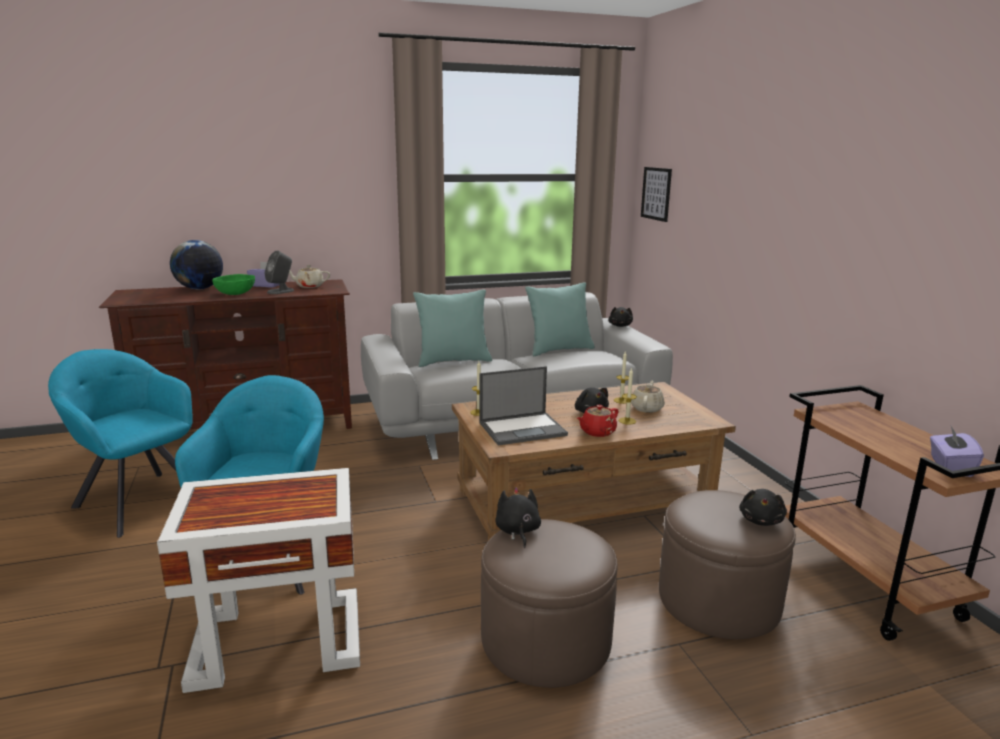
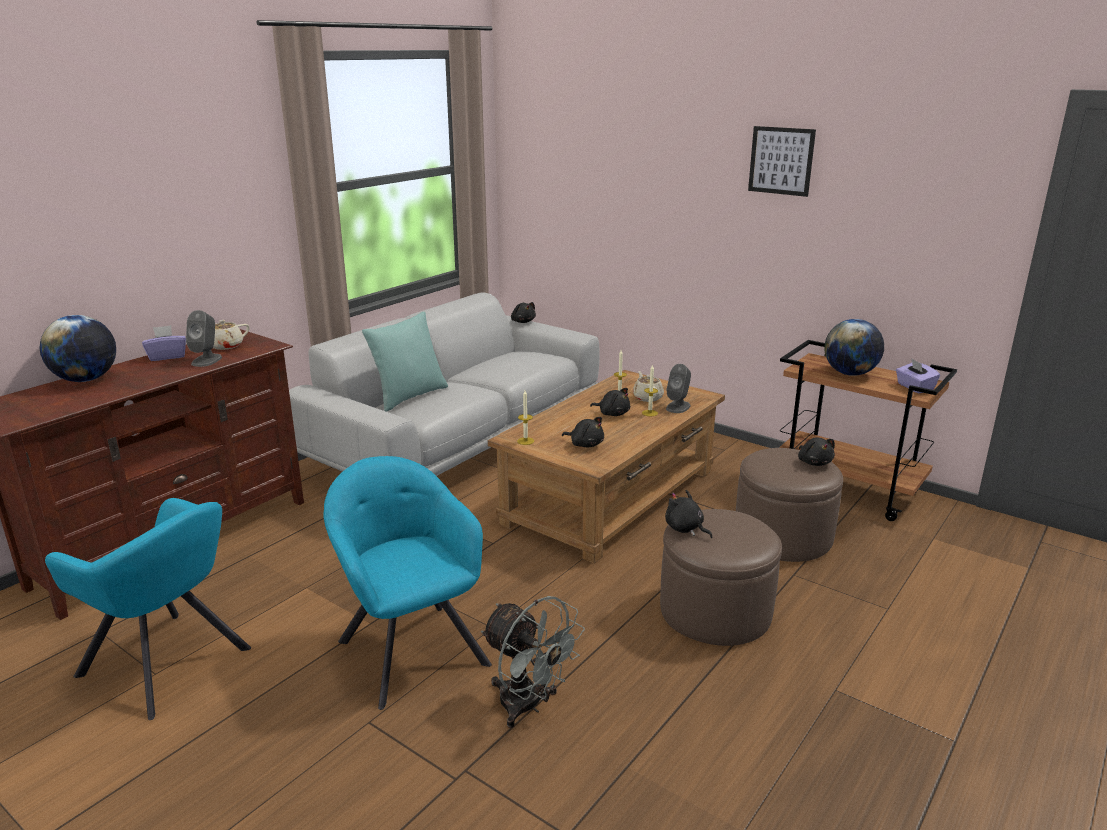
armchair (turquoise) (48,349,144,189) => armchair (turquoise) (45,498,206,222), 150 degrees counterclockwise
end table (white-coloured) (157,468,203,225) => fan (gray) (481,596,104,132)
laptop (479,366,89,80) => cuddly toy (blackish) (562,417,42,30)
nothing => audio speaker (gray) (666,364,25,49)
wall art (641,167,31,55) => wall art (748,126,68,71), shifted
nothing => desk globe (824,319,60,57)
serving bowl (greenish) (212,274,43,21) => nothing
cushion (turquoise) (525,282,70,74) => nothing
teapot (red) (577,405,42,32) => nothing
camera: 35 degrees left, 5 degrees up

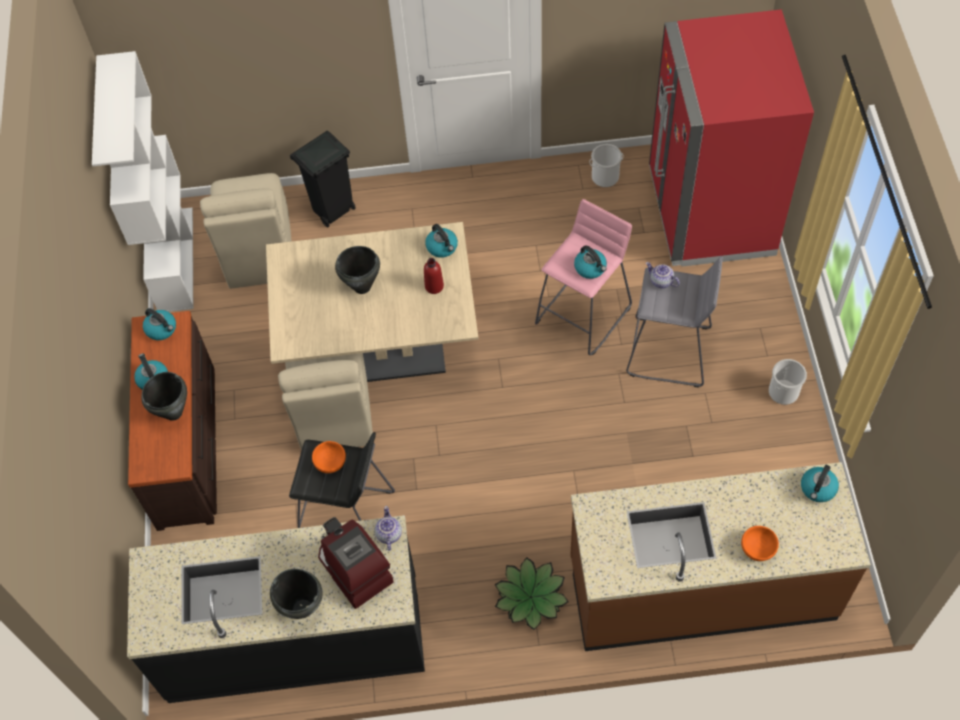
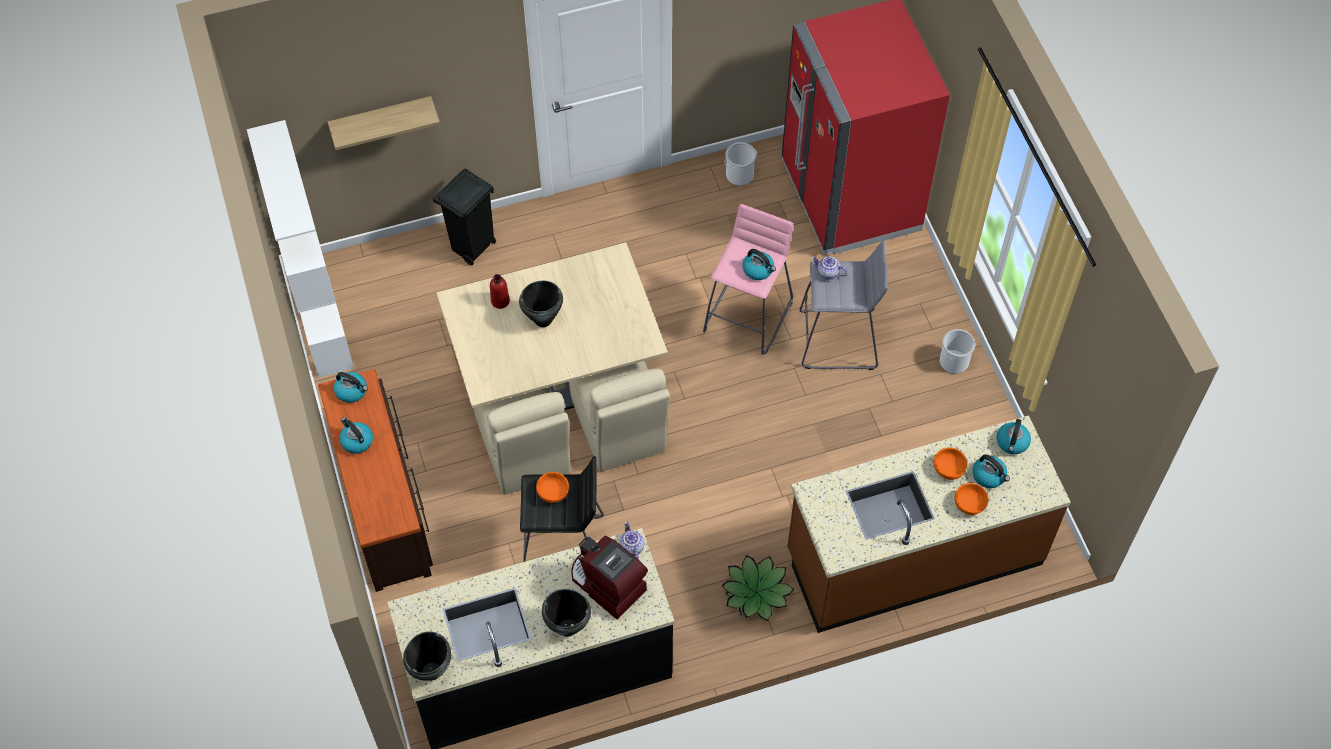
nothing => bracket shelf (328,96,112,54)
stockpot (blackish) (141,372,46,49) => stockpot (blackish) (403,631,48,50), shifted
bottle (red) (424,258,20,36) => bottle (red) (490,274,20,35), shifted
chair (beige-coloured) (200,173,92,116) => chair (beige-coloured) (569,361,101,111), shifted
nothing => serving bowl (orange-coloured) (934,447,33,33)
water kettle (425,224,33,34) => water kettle (972,454,38,34), shifted
camera: 15 degrees left, 0 degrees up

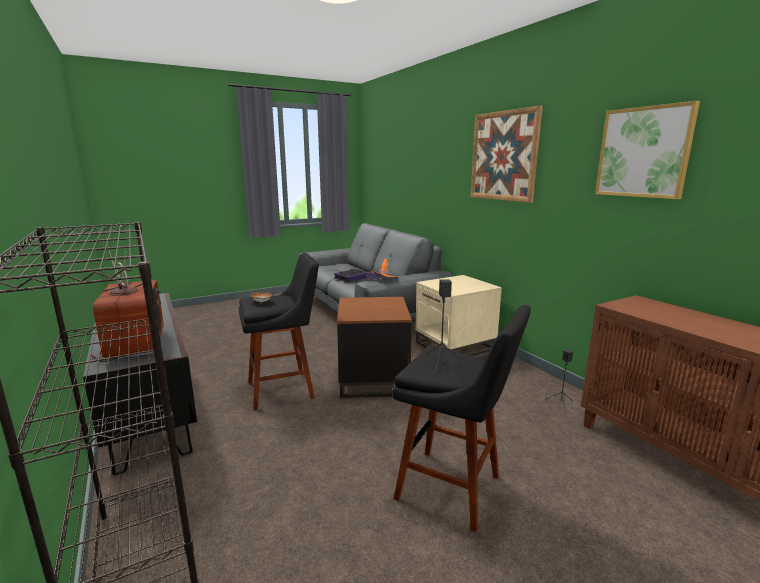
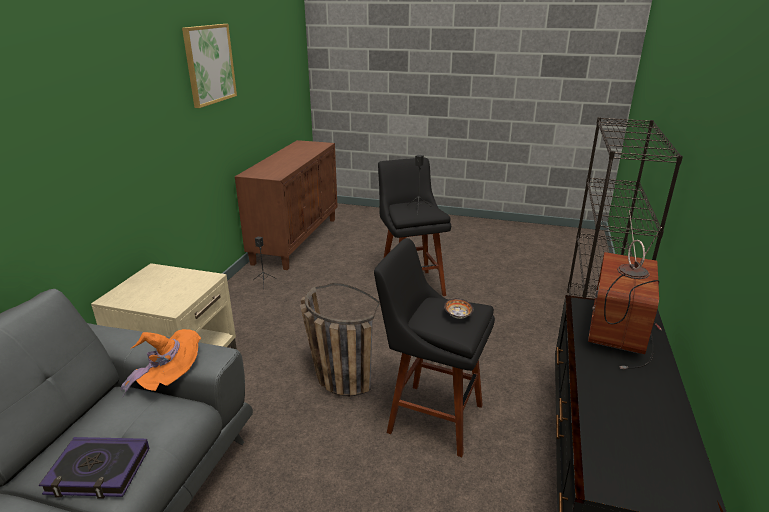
end table (brown) (337,297,75,101) => storage basket (300,283,80,113)
wall art (471,106,72,97) => nothing
camera: 135 degrees left, 10 degrees up

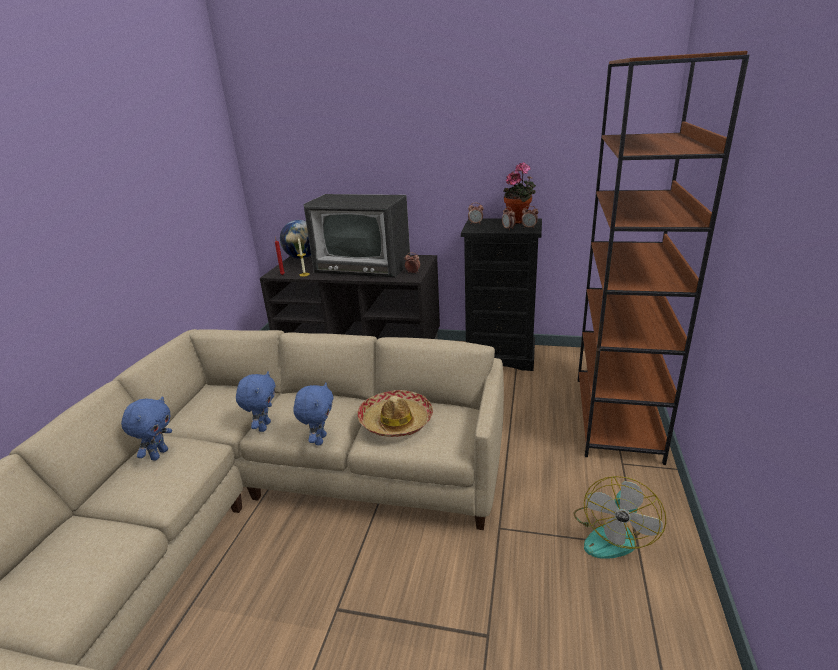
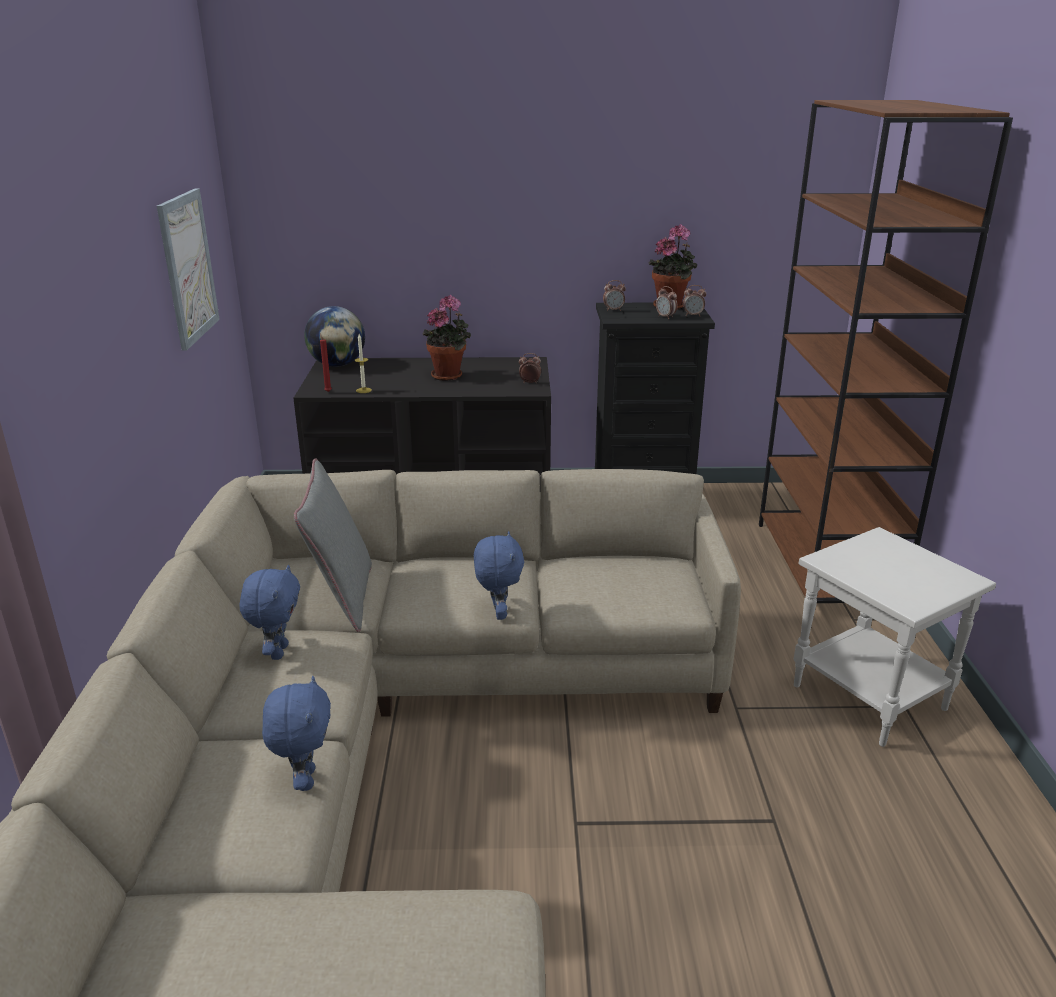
nothing => wall art (157,188,63,163)
cuddly toy (blue-coloured) (236,371,40,61) => cuddly toy (blue-coloured) (262,676,69,115), shifted
nothing => cushion (gray) (294,458,78,174)
TV set (304,194,106,83) => plant in a pot (422,295,49,86)
fan (574,476,92,83) => end table (white-coloured) (793,527,203,220)
wearable hat (357,390,76,47) => nothing
camera: 15 degrees left, 0 degrees up

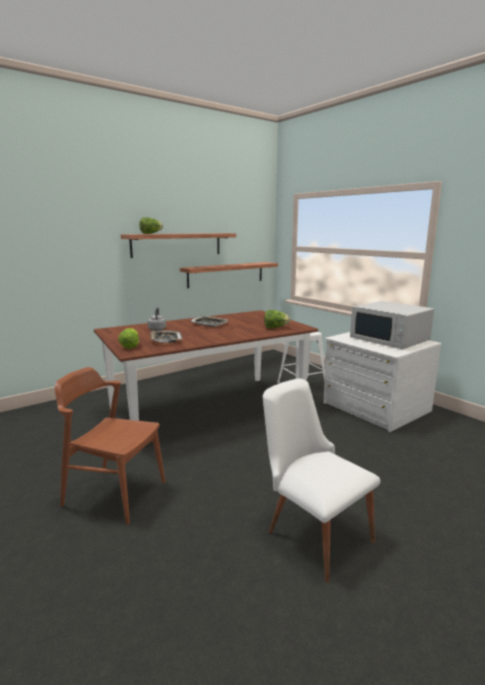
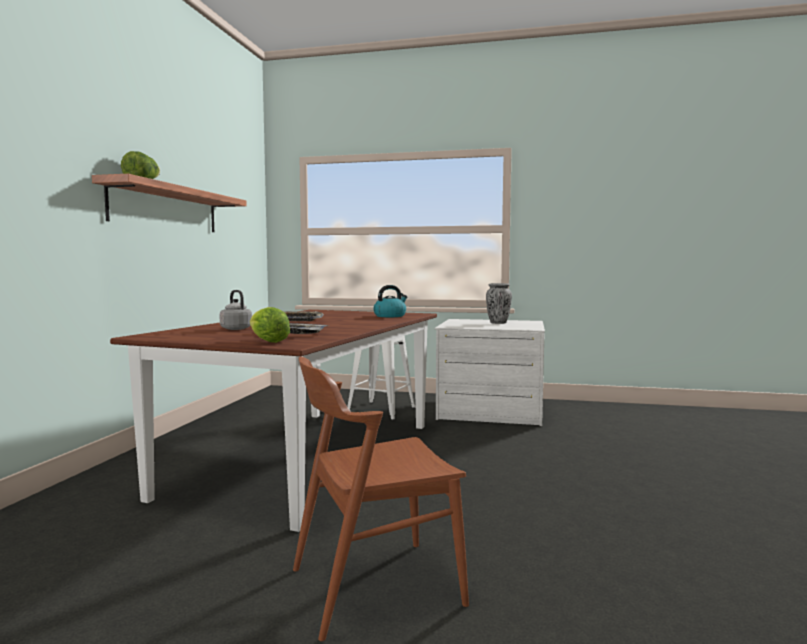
head of lettuce (264,310,26,18) => water kettle (373,285,34,32)
microwave oven (white-coloured) (350,301,84,48) => flower vase (486,283,26,41)
bracket shelf (180,262,98,26) => nothing
chair (white-coloured) (263,379,117,204) => nothing
camera: 40 degrees left, 10 degrees down

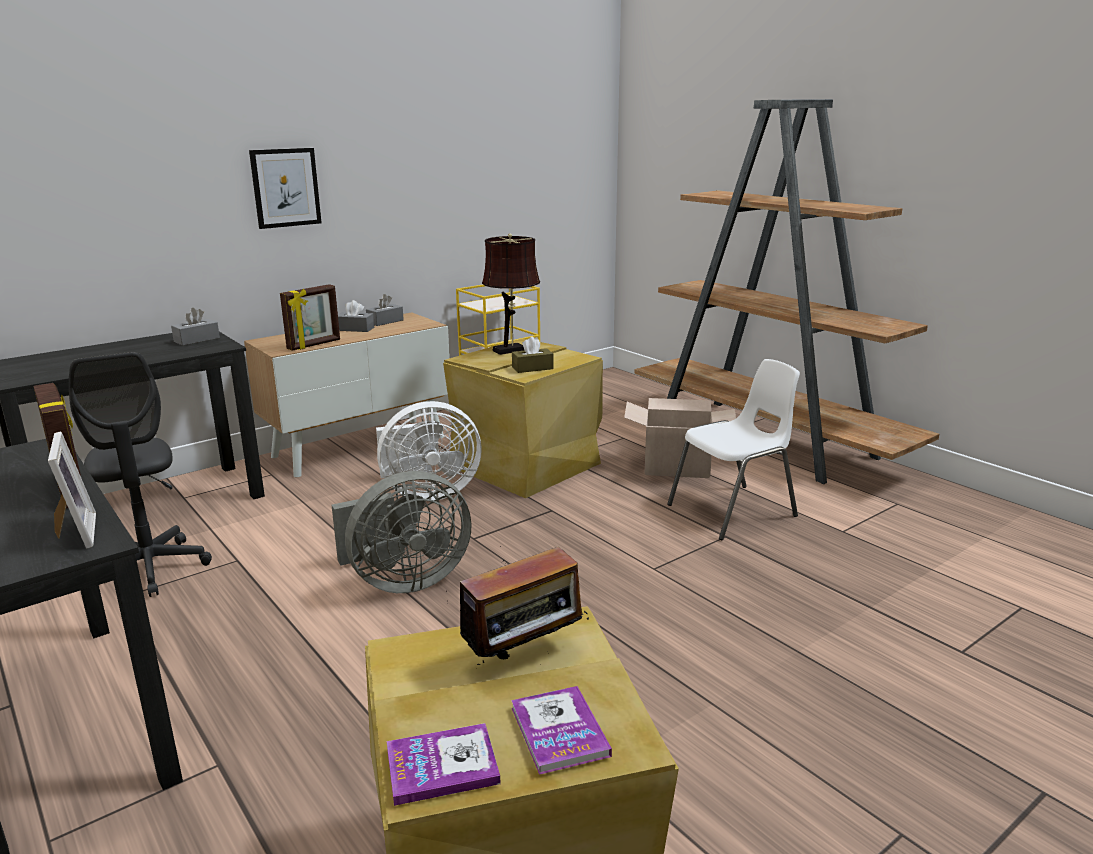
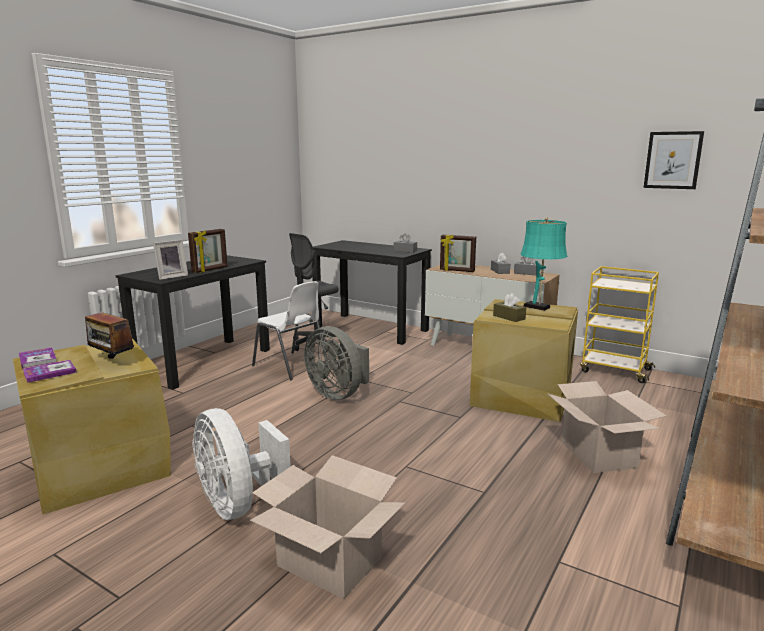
fan (white-coloured) (376,401,106,99) => fan (white-coloured) (193,408,98,112), shifted
nothing => cardboard box (250,455,155,144)
chair (white-coloured) (667,359,133,181) => chair (white-coloured) (252,281,76,100), shifted
tabletop lamp (brown) (482,233,58,122) => tabletop lamp (turquoise) (521,217,46,94)
wall art (249,148,73,81) => wall art (643,131,61,58), shifted
camera: 70 degrees right, 5 degrees down

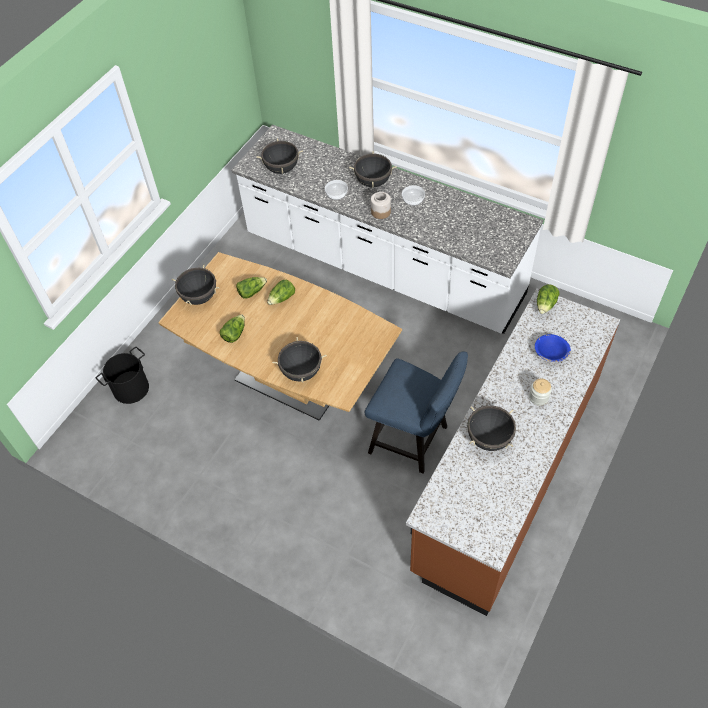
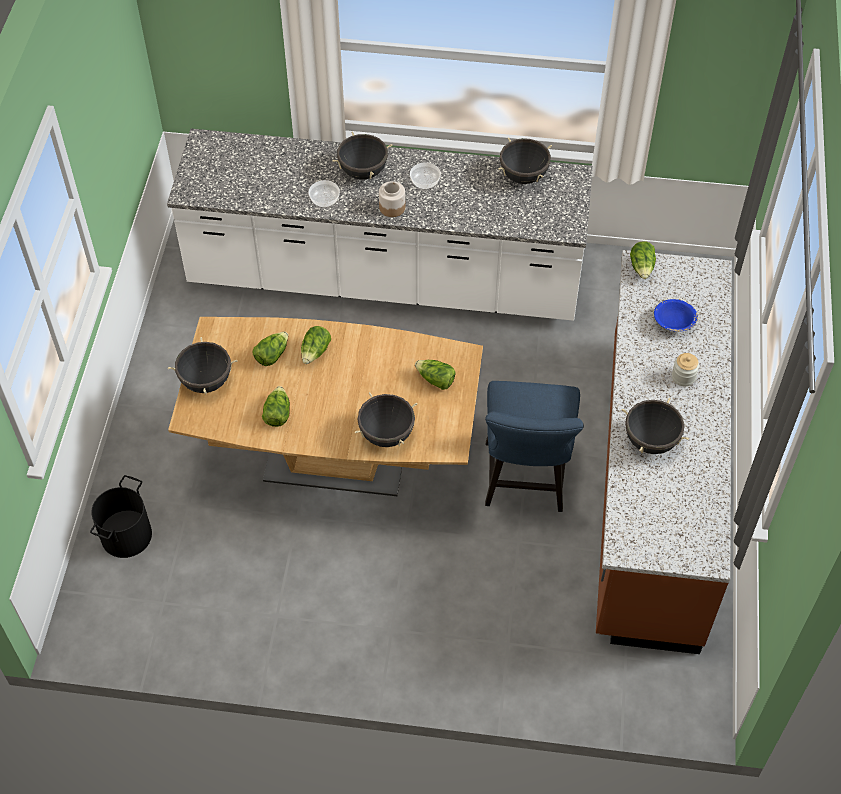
nothing => head of lettuce (415,360,40,30)
chair (blue-coloured) (365,352,103,121) => chair (blue-coloured) (485,381,99,131), 90 degrees clockwise
stockpot (blackish) (257,138,46,36) => stockpot (blackish) (498,138,54,46), shifted
camera: 25 degrees left, 0 degrees up

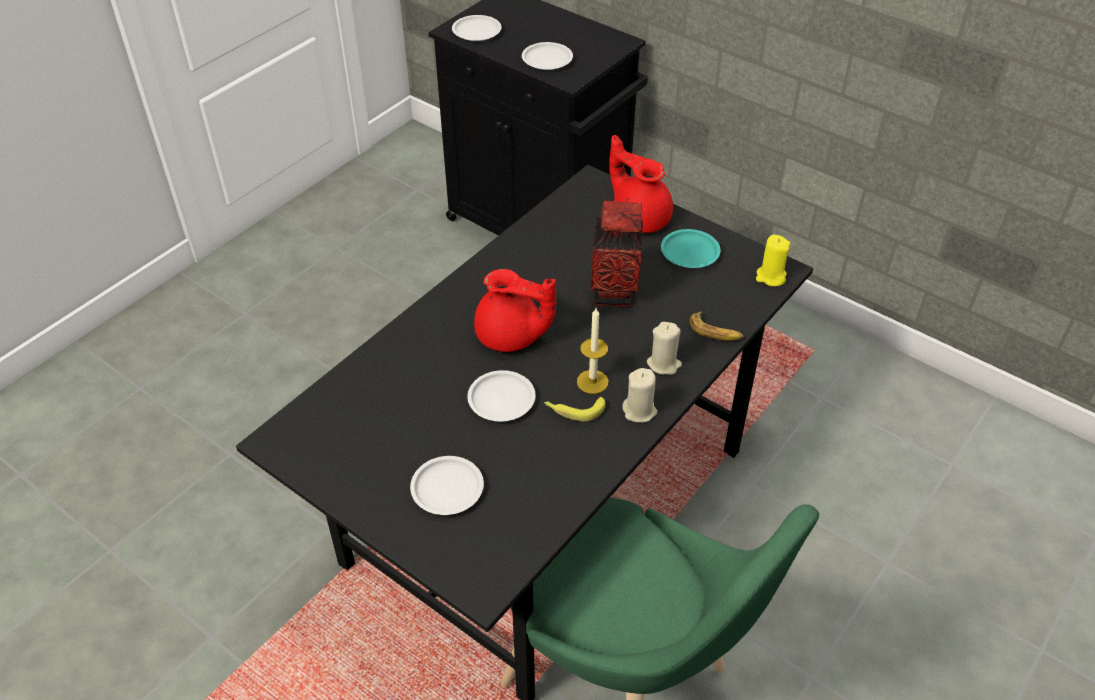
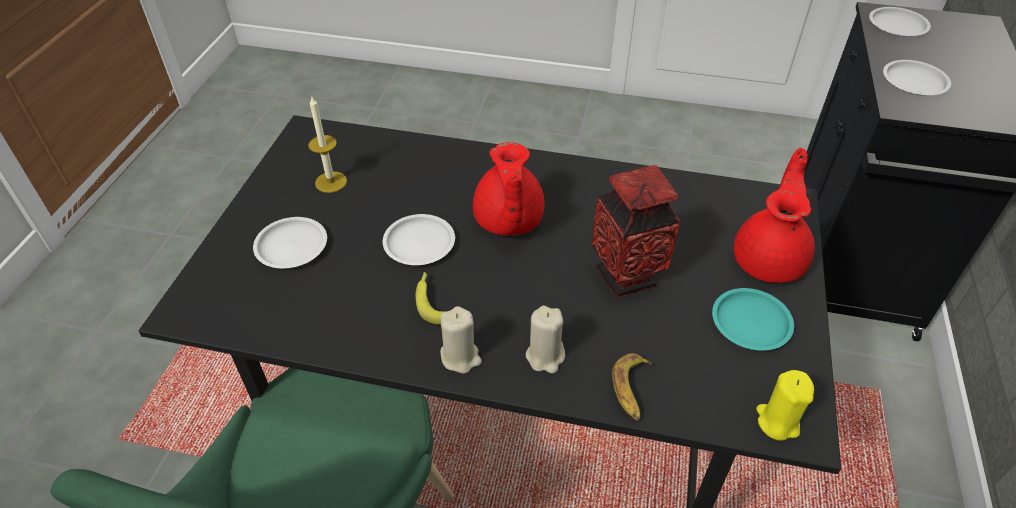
wax light (577,308,32,86) => wax light (308,95,39,98), shifted
camera: 65 degrees right, 0 degrees up

